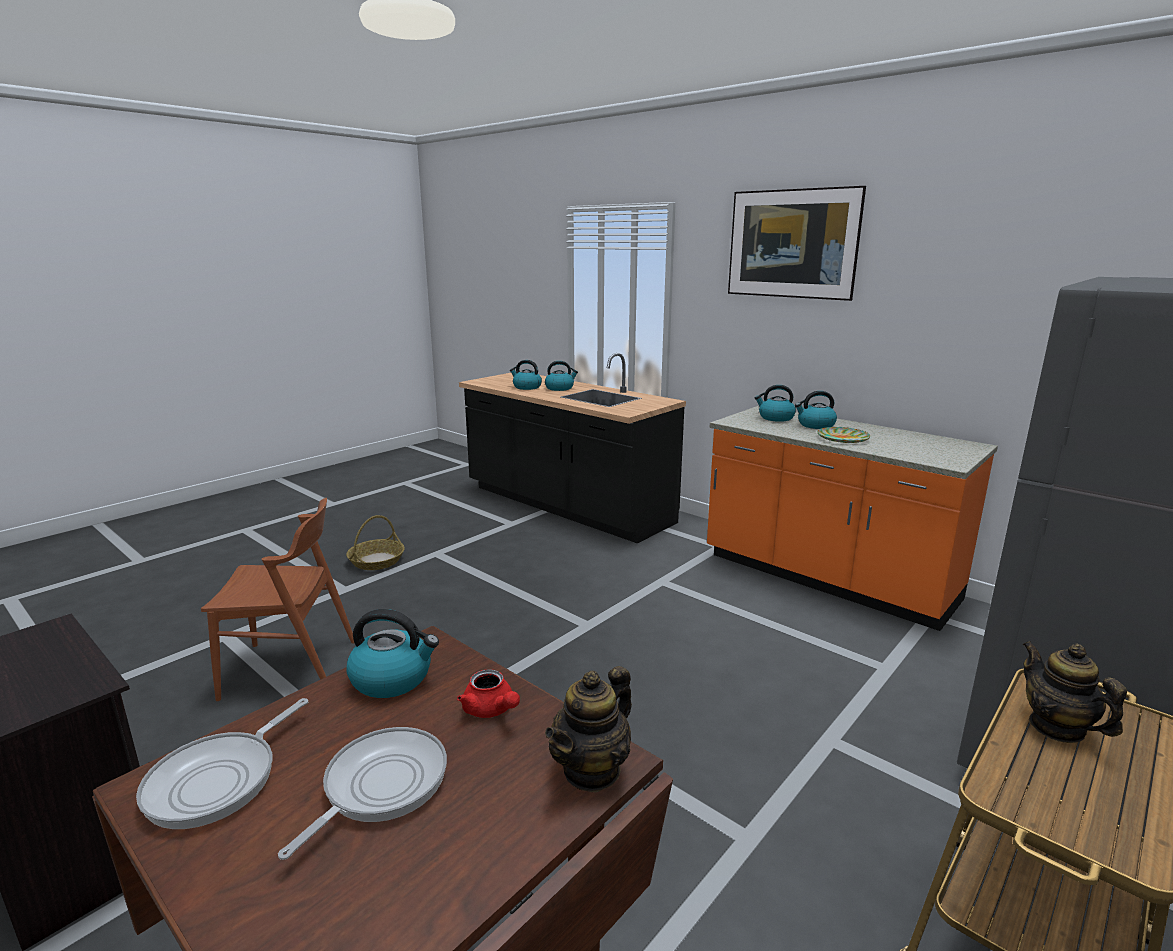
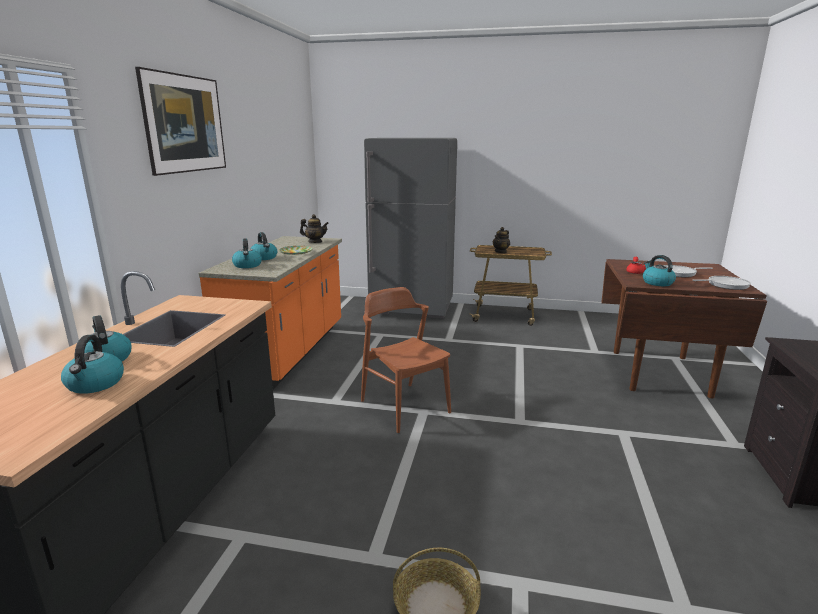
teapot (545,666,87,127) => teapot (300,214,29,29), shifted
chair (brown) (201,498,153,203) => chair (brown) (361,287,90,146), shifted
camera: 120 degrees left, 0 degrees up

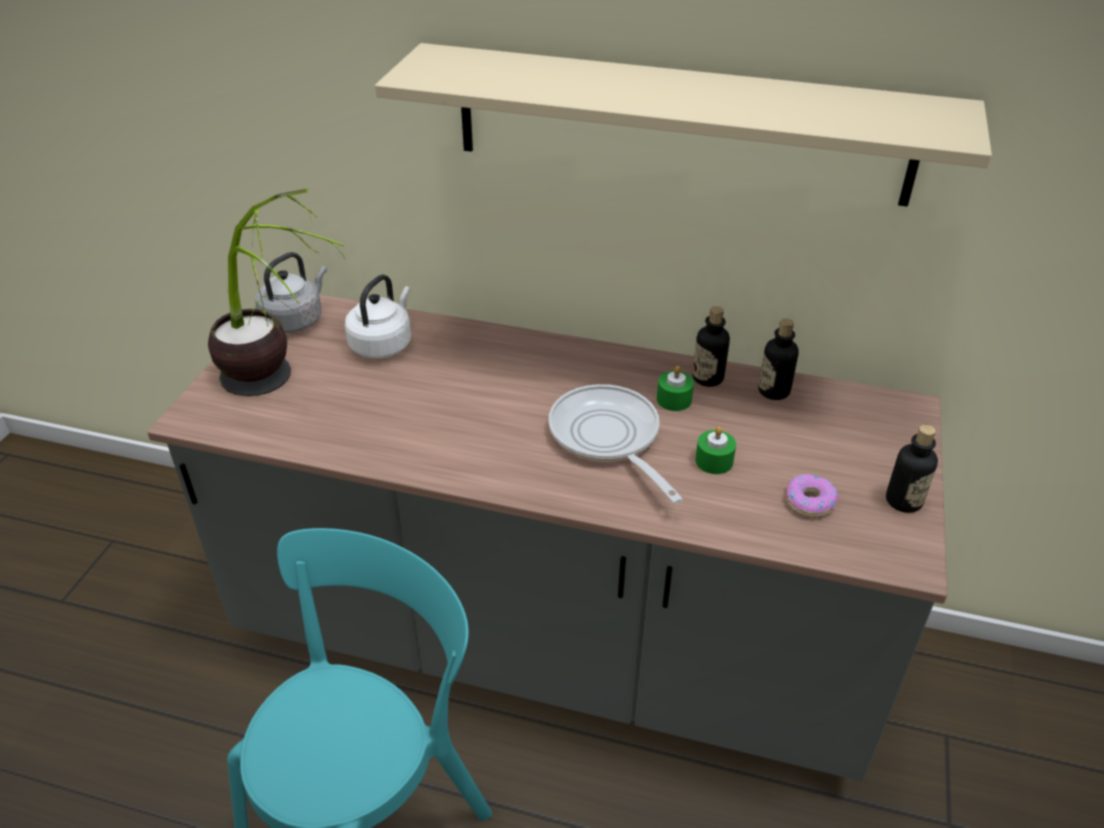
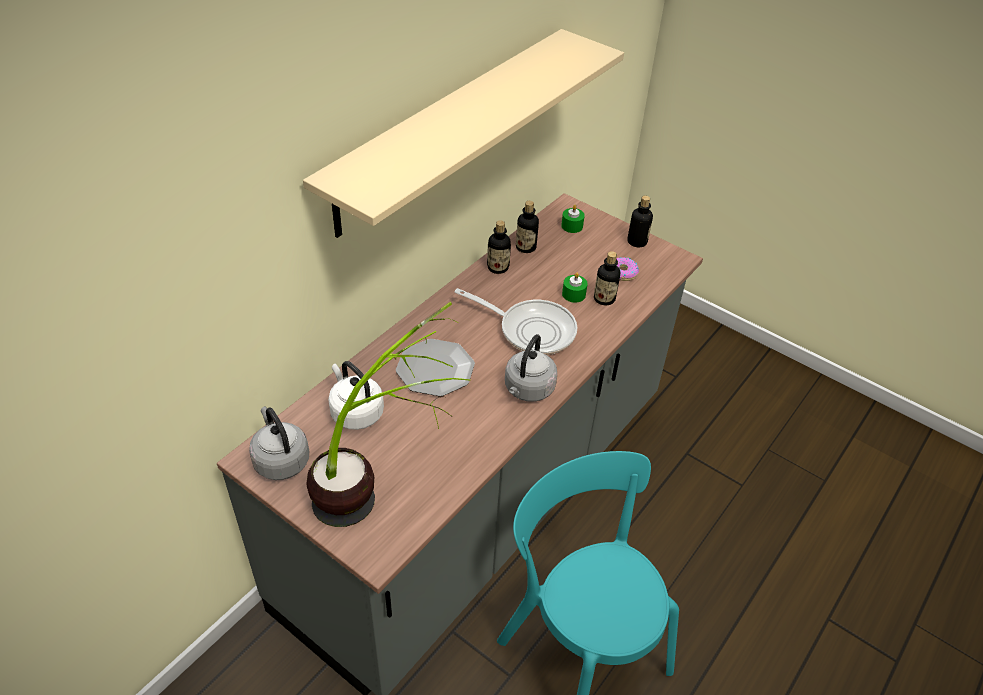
nothing => plate (396,339,79,57)
pan (548,384,135,119) => pan (455,288,122,67), 150 degrees counterclockwise
nothing => water kettle (gray) (505,334,52,68)
wax light (greenish) (657,366,37,45) => wax light (greenish) (561,205,24,28), shifted
nothing => bottle (594,251,26,54)
camera: 70 degrees left, 5 degrees up

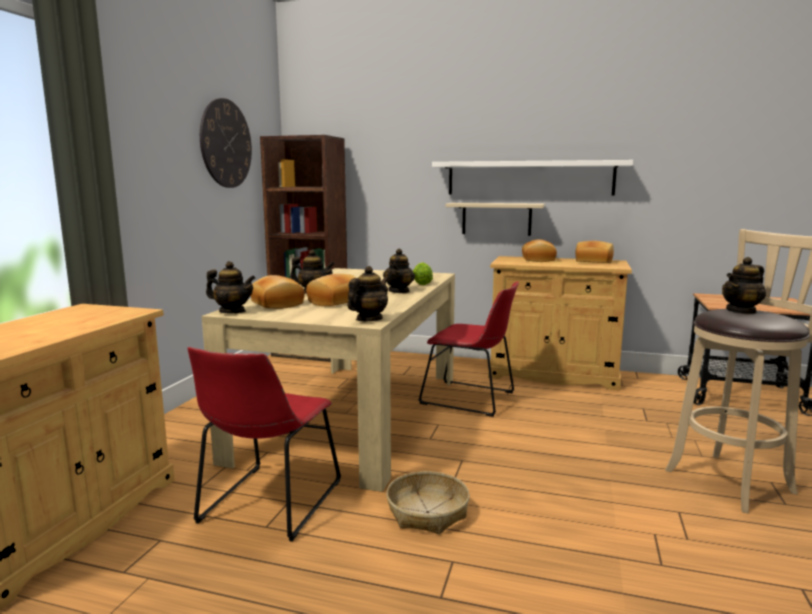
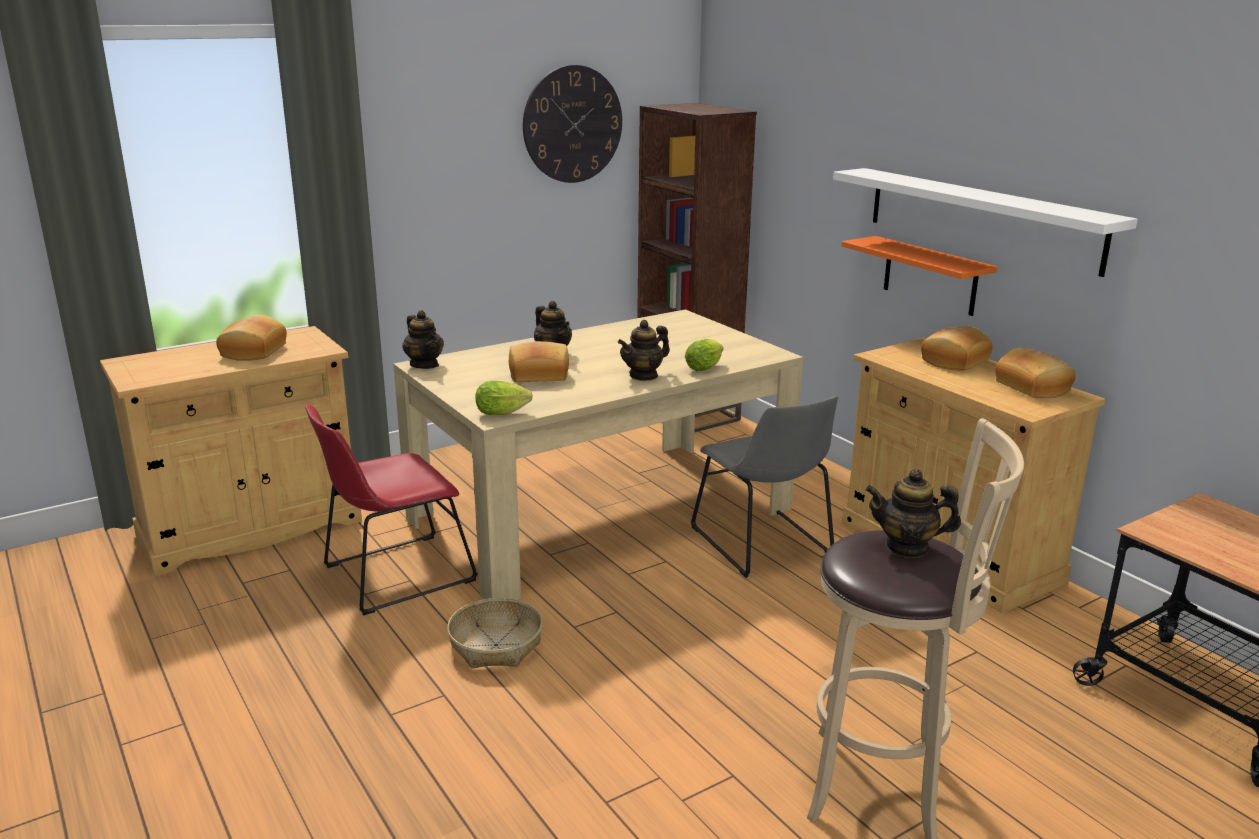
bread (251,275,54,34) => bread (216,315,71,46), shifted
teapot (347,266,42,55) => head of lettuce (476,381,57,34)
chair (red) (418,281,101,136) => chair (gray) (691,396,147,182)
bracket shelf (beige-coloured) (446,203,99,33) => bracket shelf (orange-coloured) (841,236,157,80)
camera: 40 degrees right, 10 degrees up

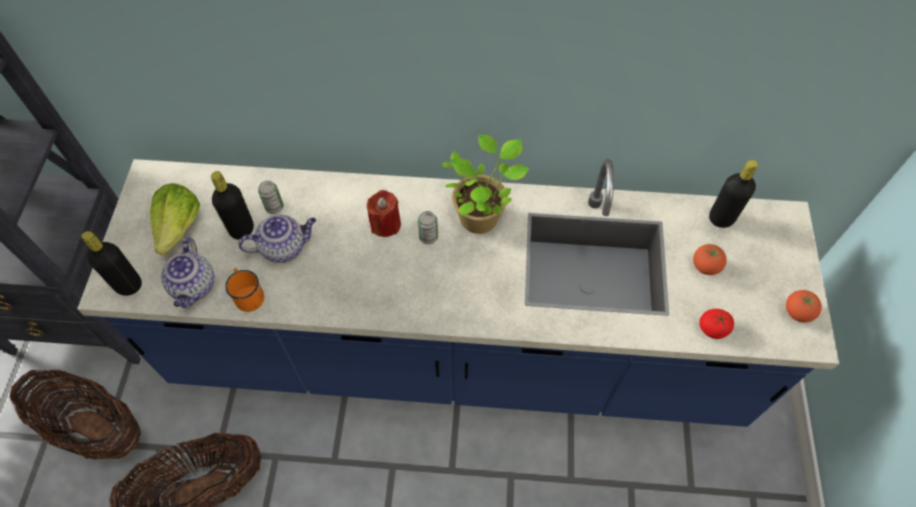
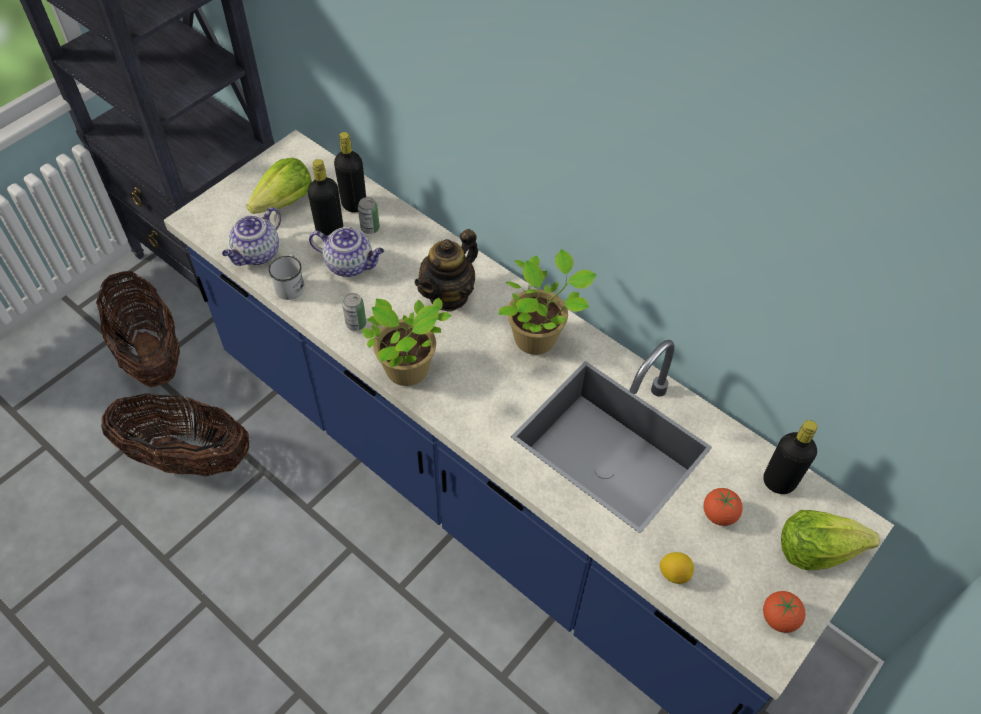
mug (orange-coloured) (225,268,39,44) => mug (white-coloured) (268,255,37,45)
bottle (blackish) (81,231,61,65) => bottle (blackish) (334,132,32,81), shifted
sealed can (418,211,20,33) => sealed can (342,293,24,38), shifted
nothing => plant in a pot (361,297,90,89)
wax light (red) (367,190,34,47) => teapot (414,229,64,83)
fresh tomato (699,309,35,30) => whole lemon (660,552,34,32)
nothing => head of lettuce (781,510,99,60)
camera: 35 degrees right, 5 degrees down

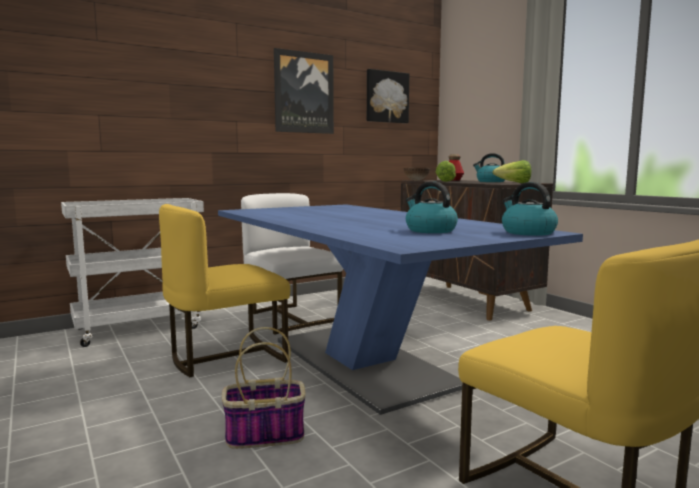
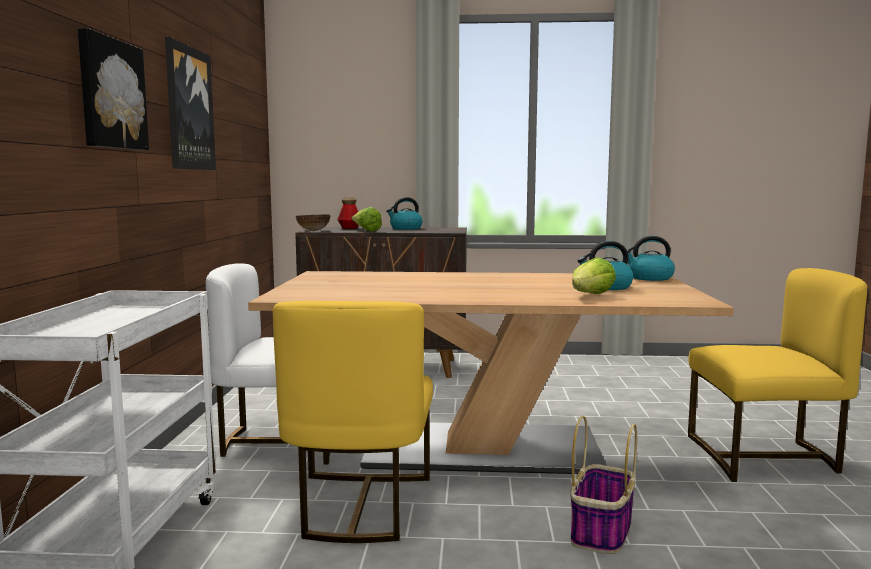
wall art (367,69,42,54) => wall art (78,28,71,122), shifted
dinner table (blue-coloured) (218,204,365,211) => dinner table (beige-coloured) (248,271,486,203)
head of lettuce (493,160,38,23) => head of lettuce (572,257,44,37), shifted
camera: 55 degrees left, 0 degrees up

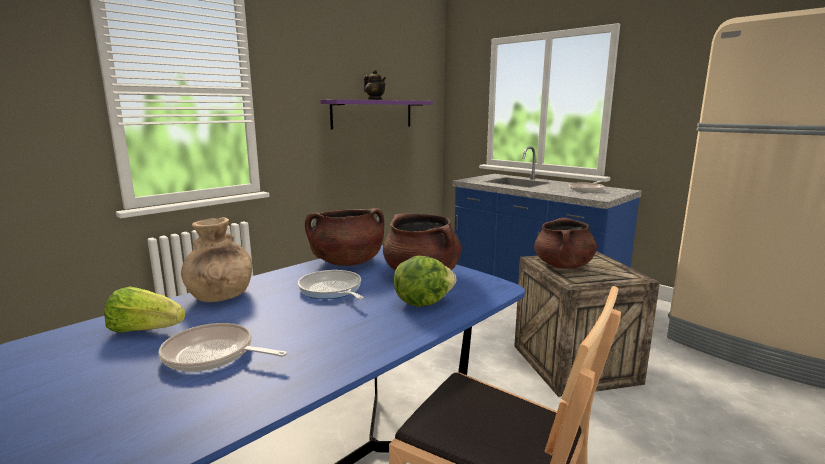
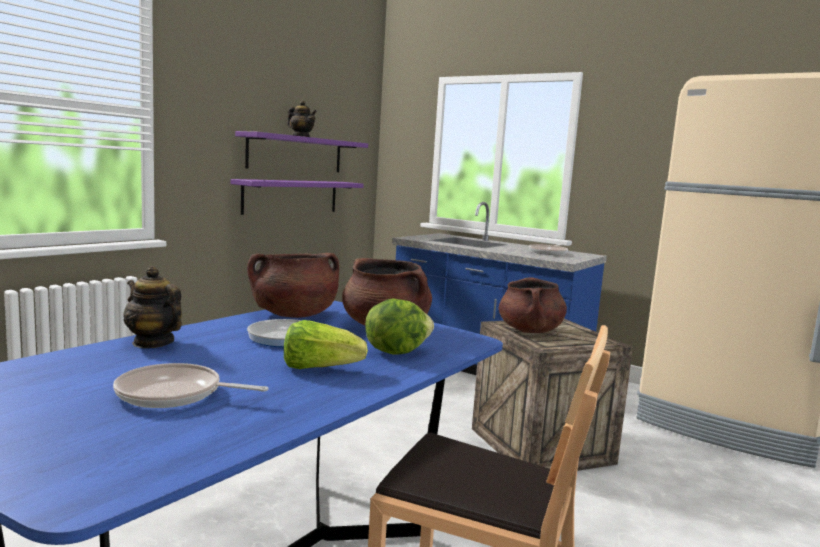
flower vase (brown) (181,218,71,84) => teapot (123,266,59,82)
nothing => bracket shelf (purplish) (230,179,134,36)
head of lettuce (104,287,82,46) => head of lettuce (284,320,84,49), shifted
camera: 10 degrees left, 5 degrees down

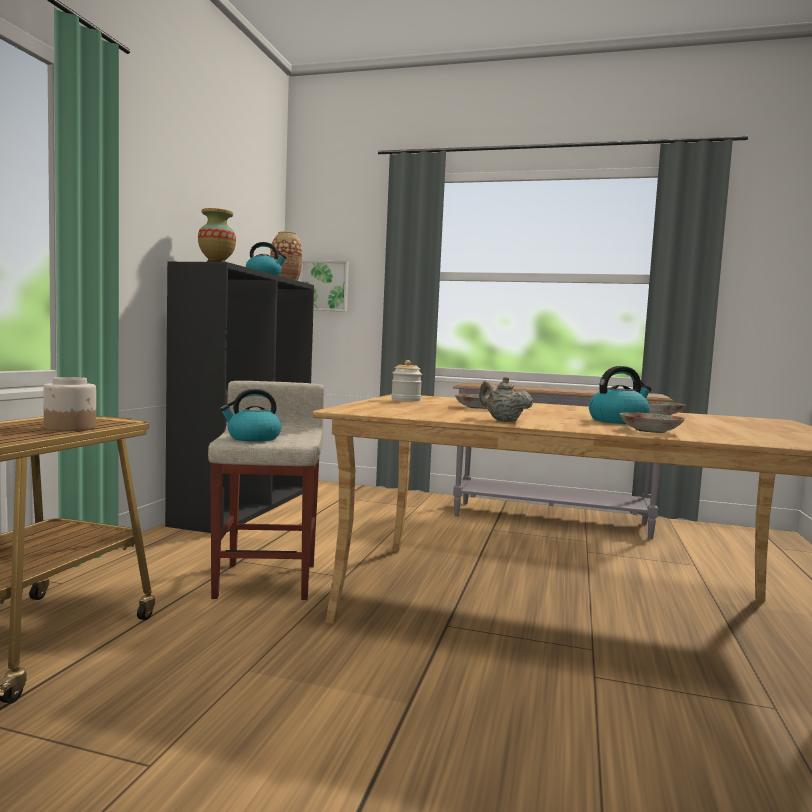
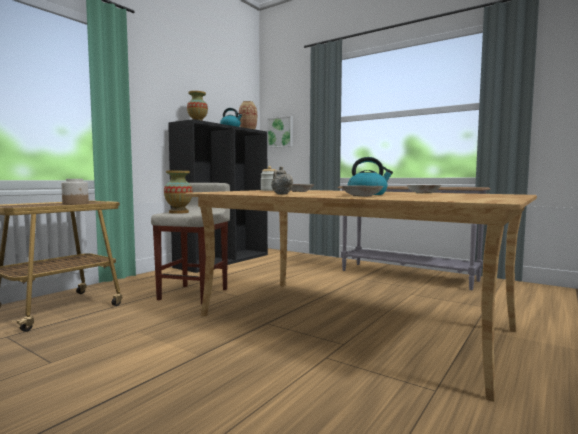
water kettle (220,389,61,53) => flower vase (164,171,29,43)
camera: 20 degrees right, 0 degrees up

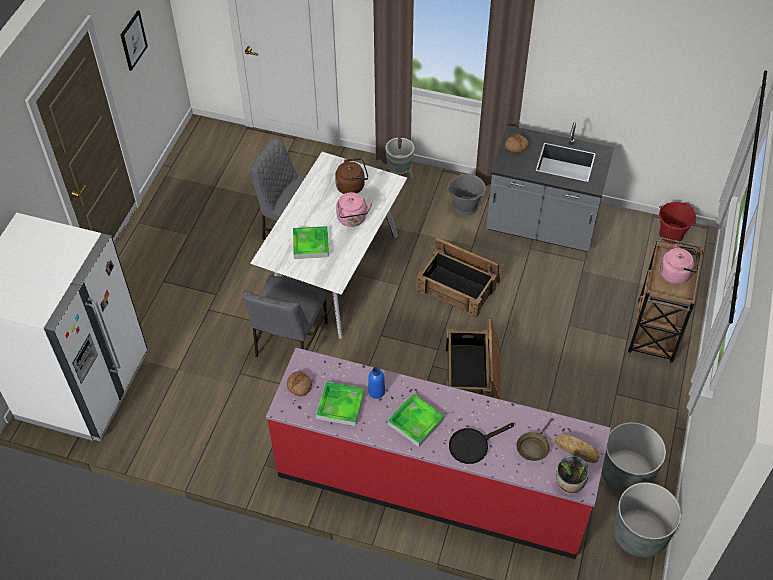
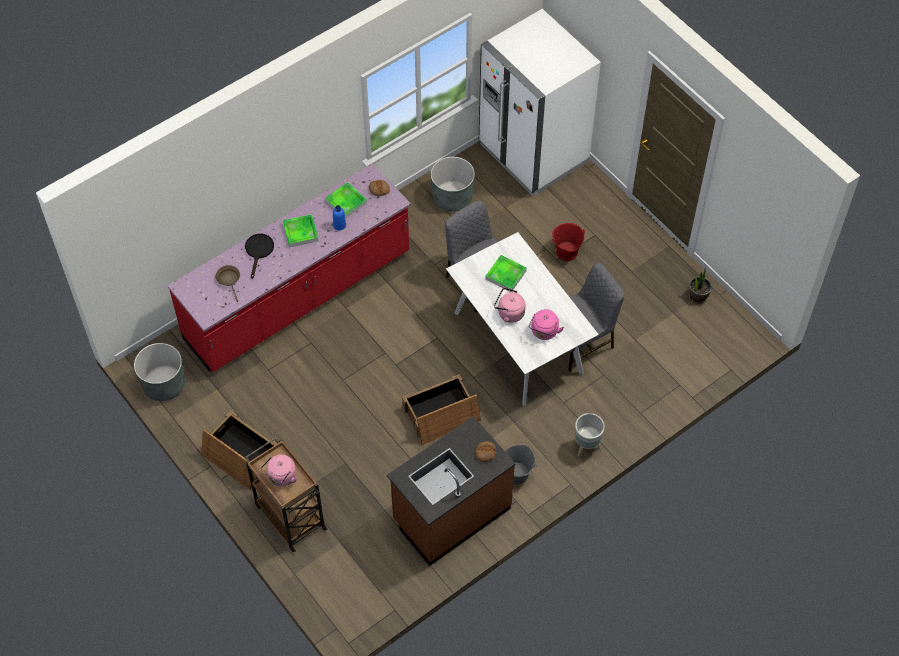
packing crate (446,319,55,81) => packing crate (201,411,76,79), shifted
counter (gray) (486,122,128,130) => counter (brown) (387,416,129,150)
flower pot (gray) (602,422,64,72) => flower pot (gray) (431,157,44,54), shifted
water kettle (brown) (335,159,33,35) => water kettle (pink) (529,309,35,31)
water bucket (red) (659,202,37,42) => water bucket (red) (552,223,33,38), shifted
plant in a pot (556,455,33,39) => plant in a pot (689,269,23,35), shifted
wall art (121,10,27,61) => nothing
bread (554,434,46,29) => nothing
camera: 125 degrees right, 5 degrees up

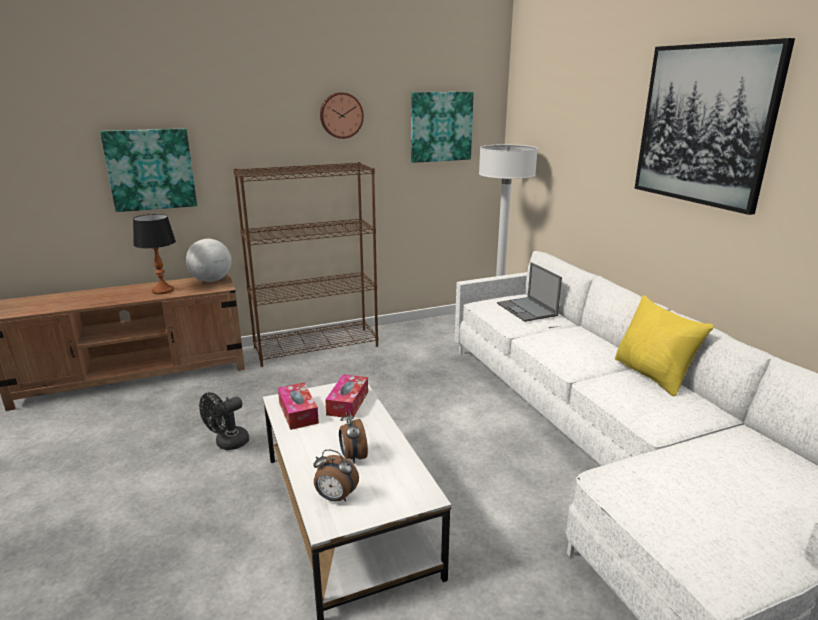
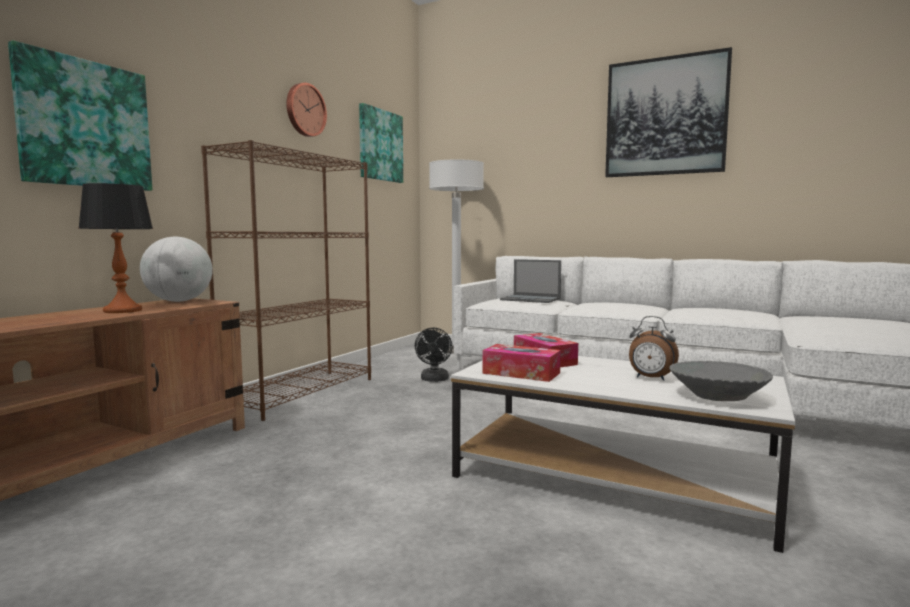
fan (blackish) (199,392,50,58) => fan (blackish) (415,328,37,54), shifted
table clock (313,449,46,53) => serving bowl (gray) (669,361,104,40)
cushion (yellow-coloured) (615,295,99,101) => nothing
camera: 40 degrees left, 15 degrees down

